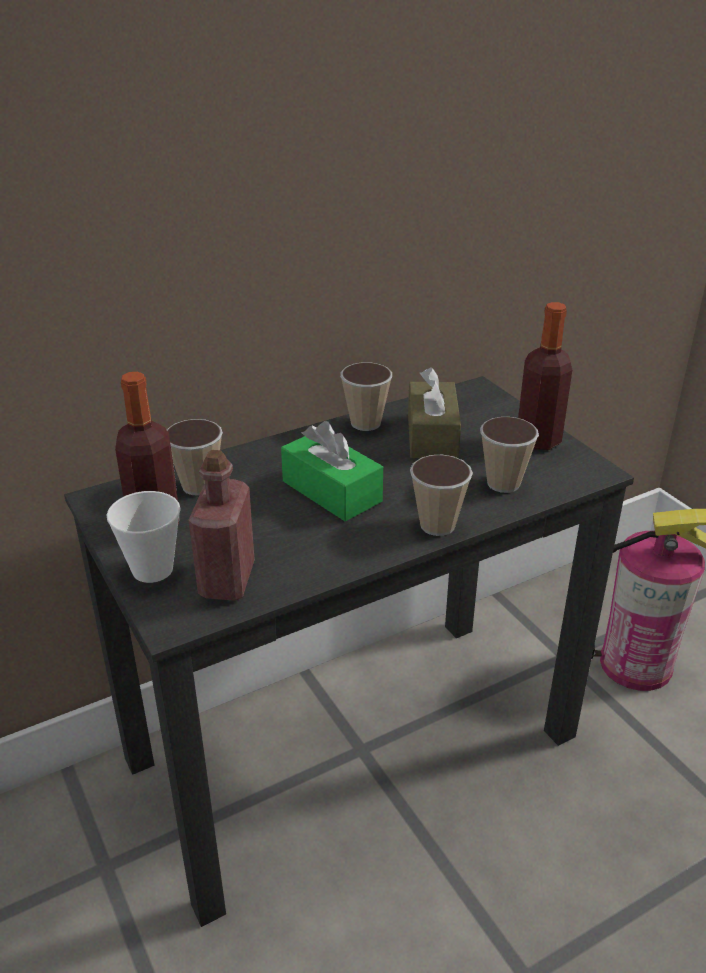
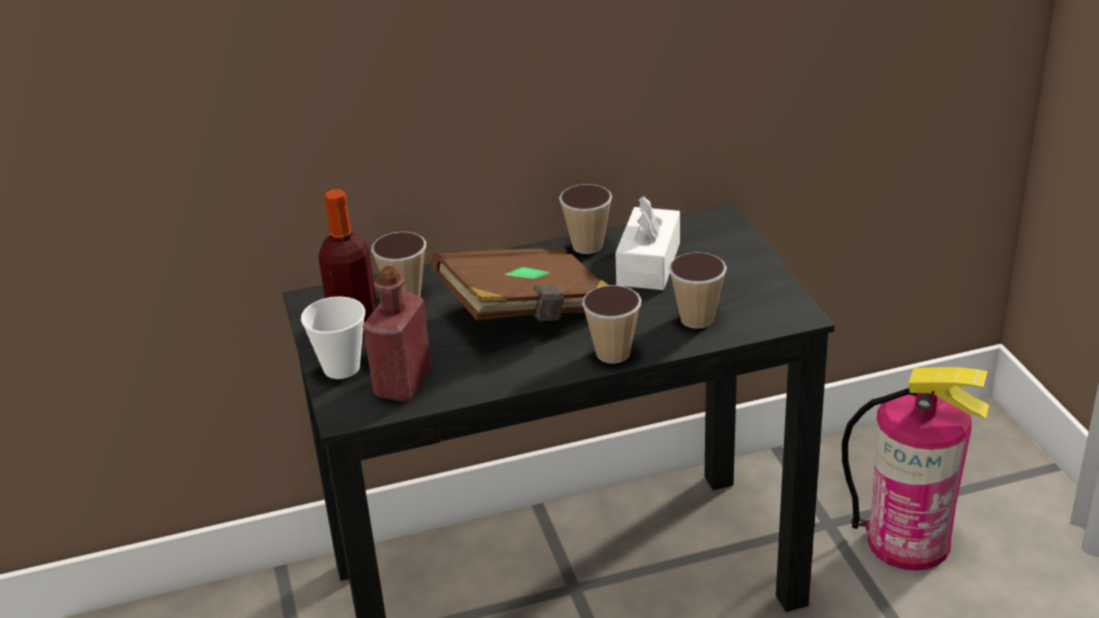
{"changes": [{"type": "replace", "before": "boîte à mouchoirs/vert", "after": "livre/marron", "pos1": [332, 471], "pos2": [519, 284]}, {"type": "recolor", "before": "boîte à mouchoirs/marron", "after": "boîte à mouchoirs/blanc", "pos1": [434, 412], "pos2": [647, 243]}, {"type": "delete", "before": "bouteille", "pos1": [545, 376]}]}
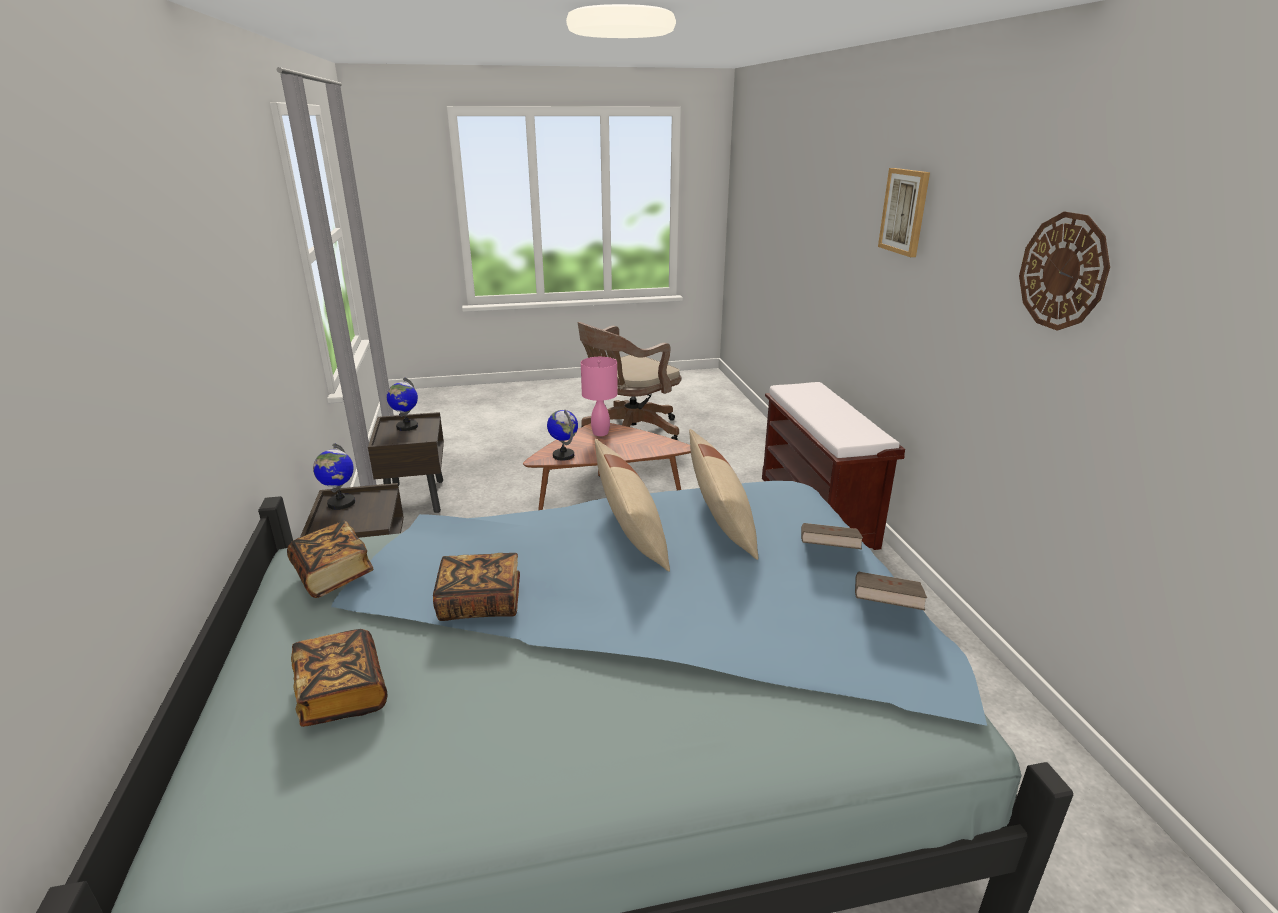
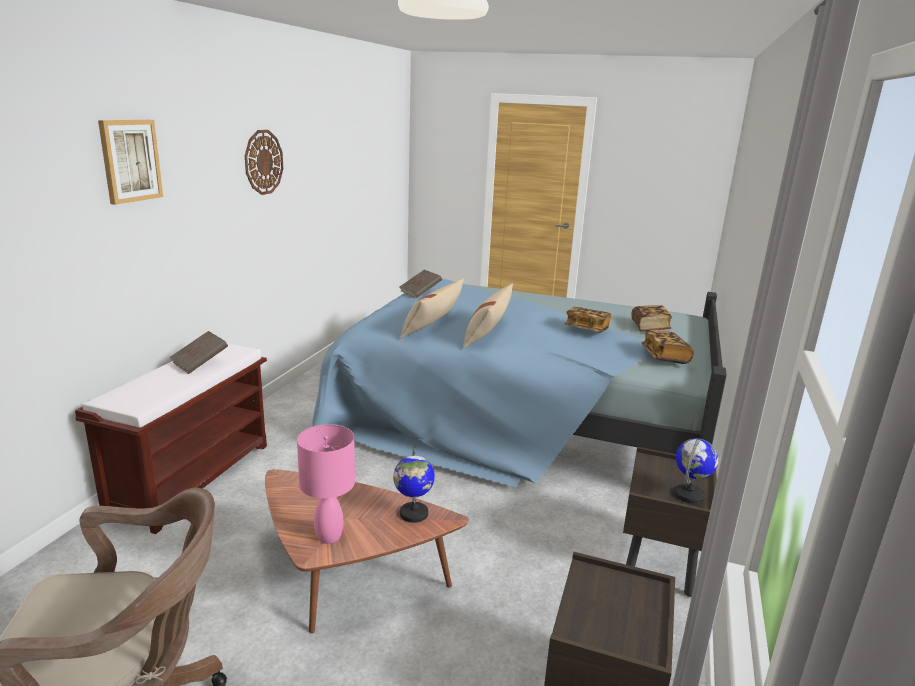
{"changes": [{"type": "delete", "before": "globe", "pos1": [402, 404]}, {"type": "move", "before": "livre/marron", "pos1": [832, 536], "pos2": [198, 352]}]}
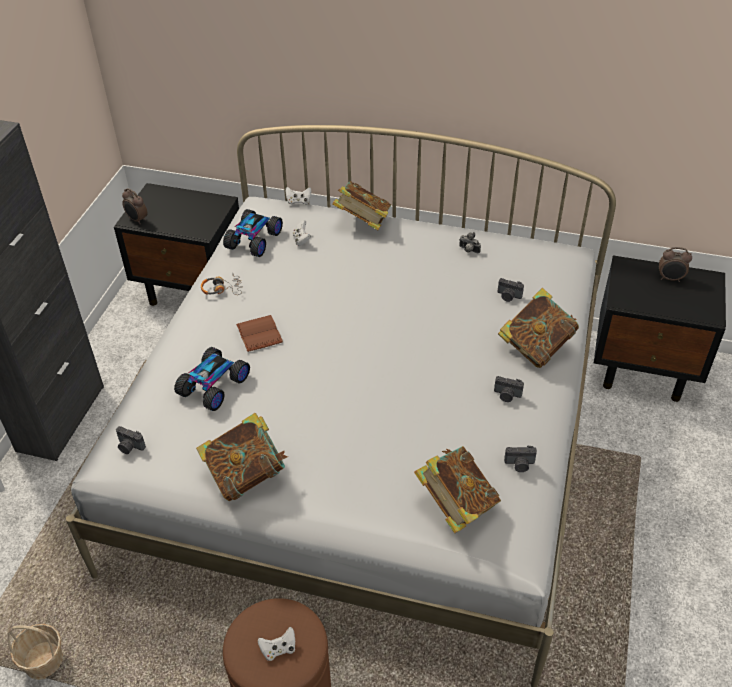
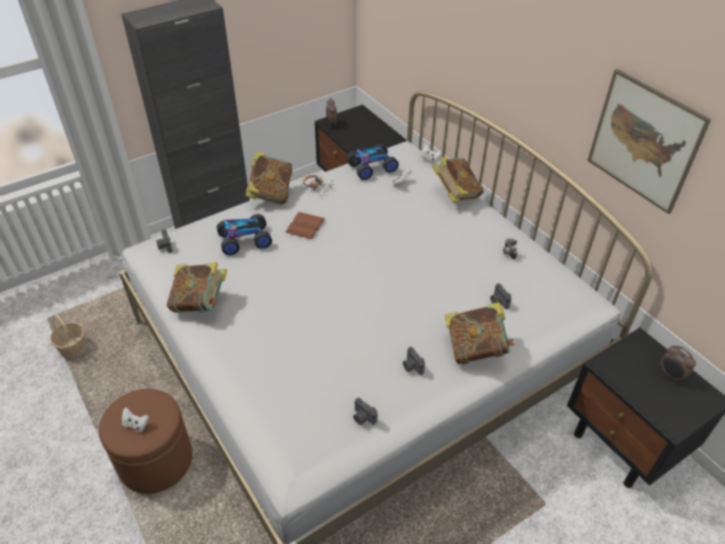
{"changes": [{"type": "move", "before": "livre", "pos1": [457, 490], "pos2": [268, 177]}, {"type": "insert", "after": "tableau", "pos2": [649, 141]}]}
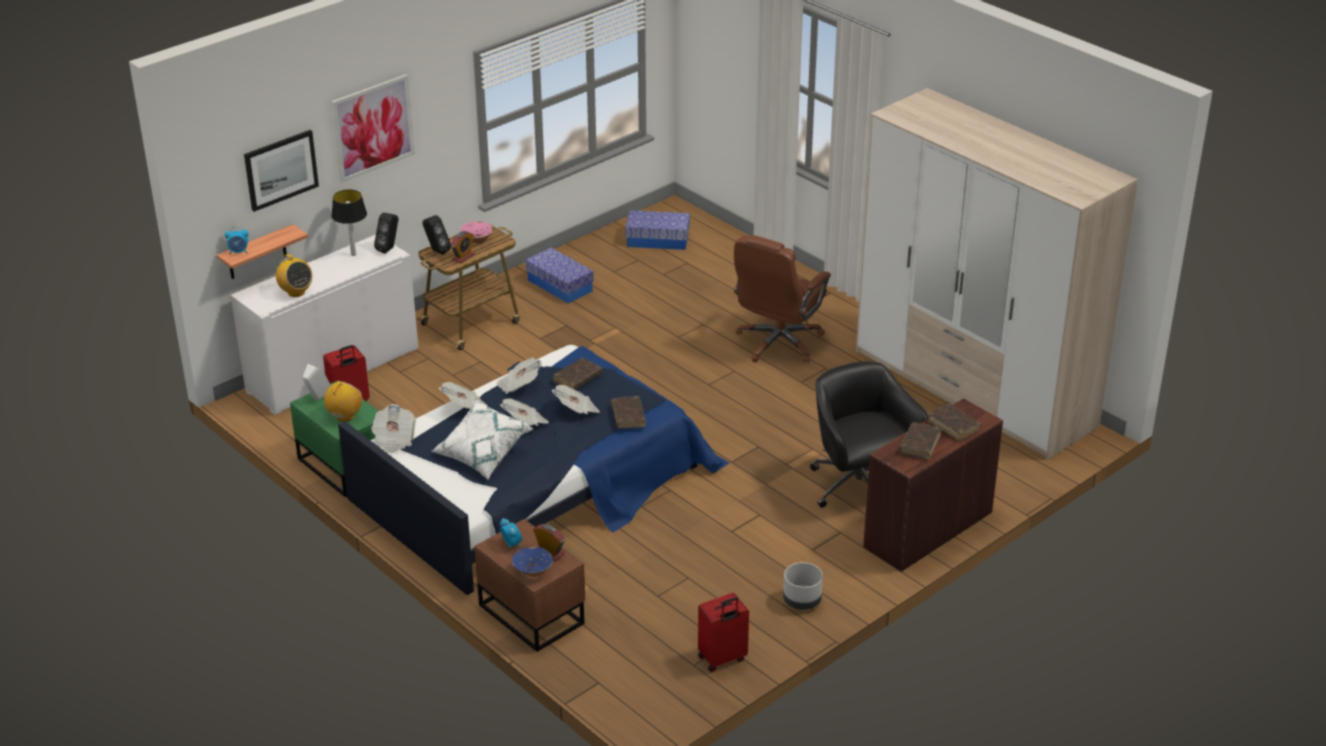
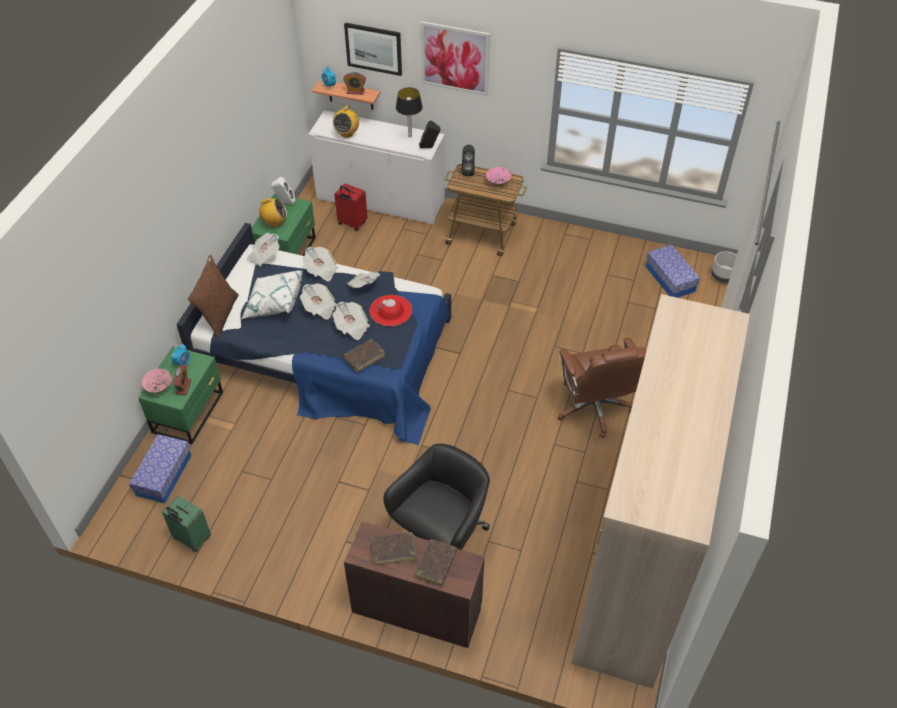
{"changes": [{"type": "move", "before": "réveil", "pos1": [463, 247], "pos2": [354, 83]}, {"type": "recolor", "before": "table de chevet/marron", "after": "table de chevet/vert", "pos1": [529, 585], "pos2": [180, 395]}, {"type": "recolor", "before": "bol/bleu", "after": "bol/rose", "pos1": [532, 562], "pos2": [157, 381]}, {"type": "move", "before": "boîte de rangement", "pos1": [559, 276], "pos2": [160, 468]}, {"type": "replace", "before": "livre/marron", "after": "chapeau/rouge", "pos1": [577, 374], "pos2": [391, 310]}, {"type": "recolor", "before": "valise/rouge", "after": "valise/vert", "pos1": [723, 632], "pos2": [186, 523]}, {"type": "rotate", "before": "chaise de bureau/marron", "pos1": [782, 299], "pos2": [601, 387], "turn": -105}, {"type": "move", "before": "cache-pot/gris", "pos1": [803, 586], "pos2": [724, 267]}, {"type": "insert", "after": "coussin/marron", "pos2": [213, 297]}]}
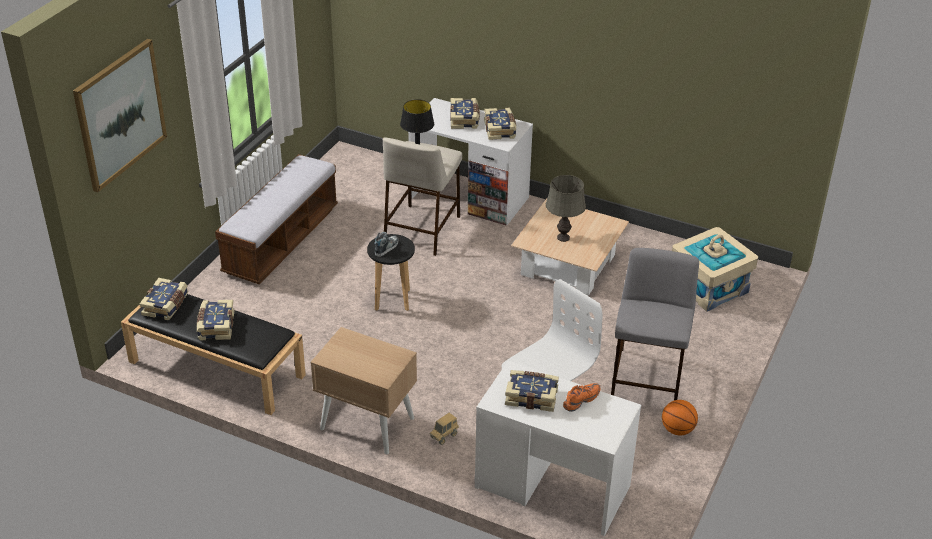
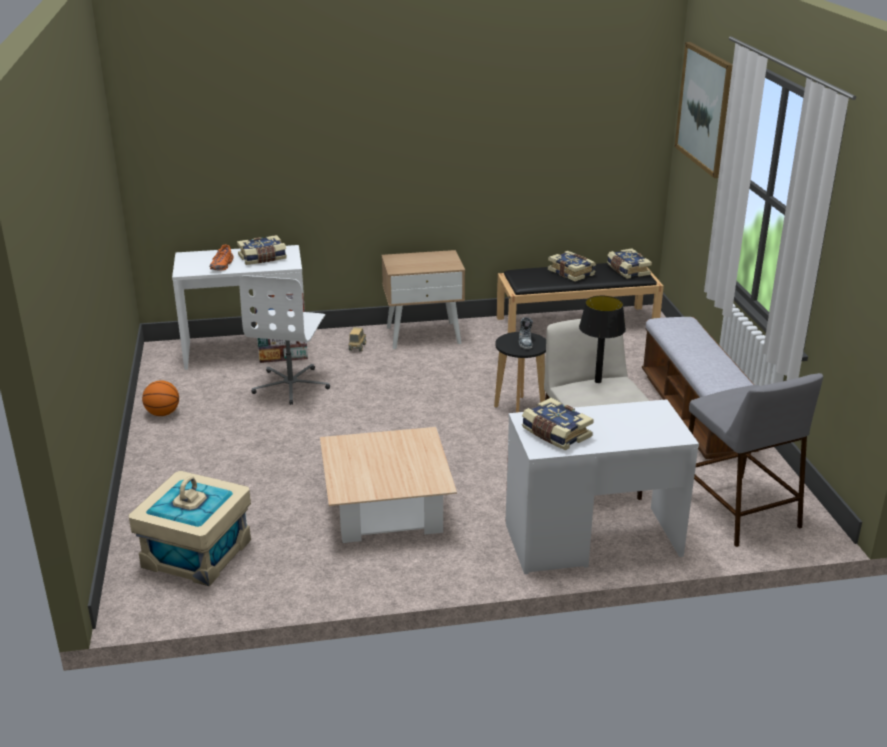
{"changes": [{"type": "delete", "before": "livre", "pos1": [465, 113]}, {"type": "delete", "before": "lampe de table/gris", "pos1": [566, 208]}, {"type": "move", "before": "tabouret/gris", "pos1": [655, 324], "pos2": [756, 460]}]}
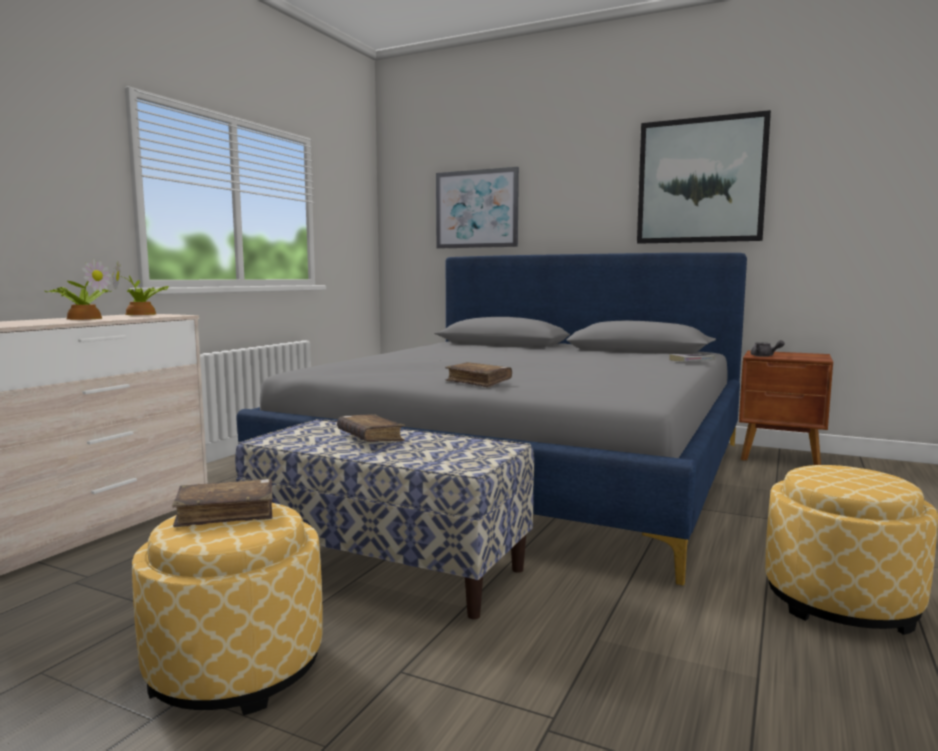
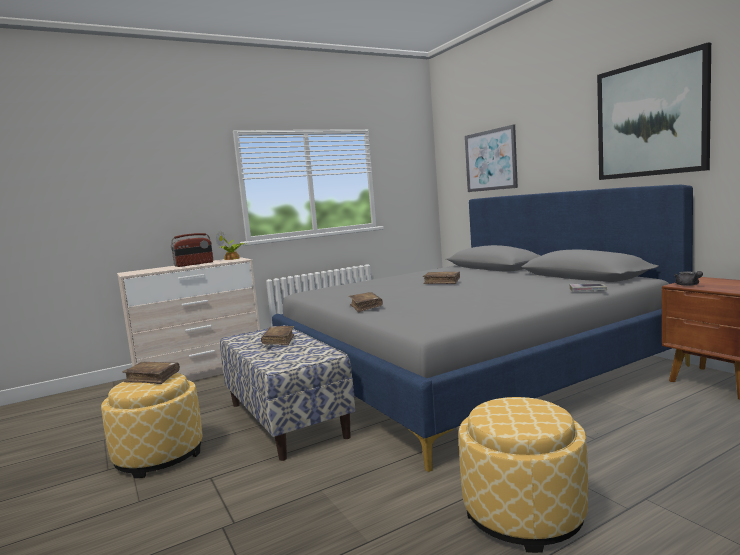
{"changes": [{"type": "replace", "before": "plante en pot", "after": "radio", "pos1": [78, 289], "pos2": [192, 250]}, {"type": "insert", "after": "livre/marron", "pos2": [441, 278]}]}
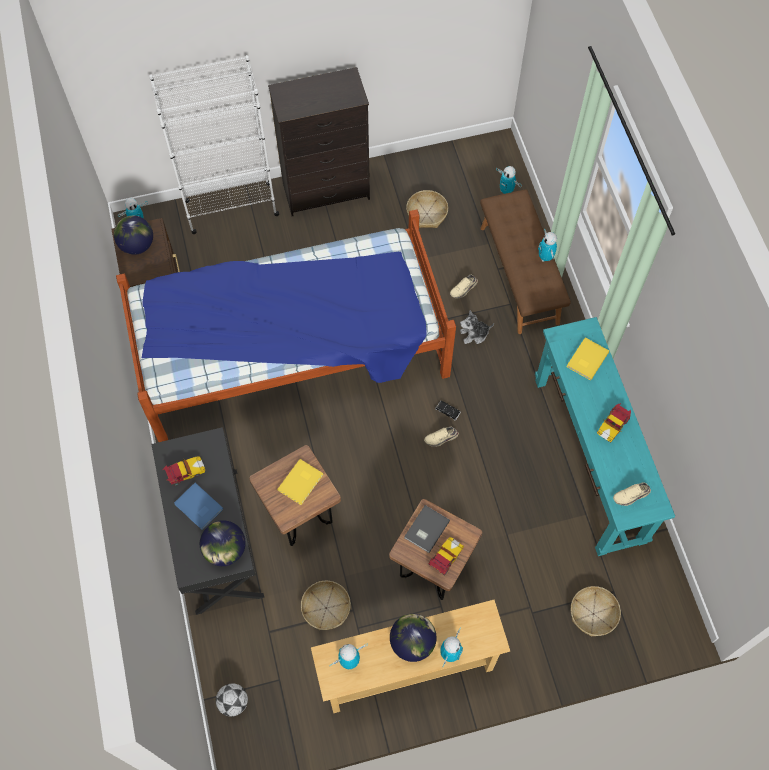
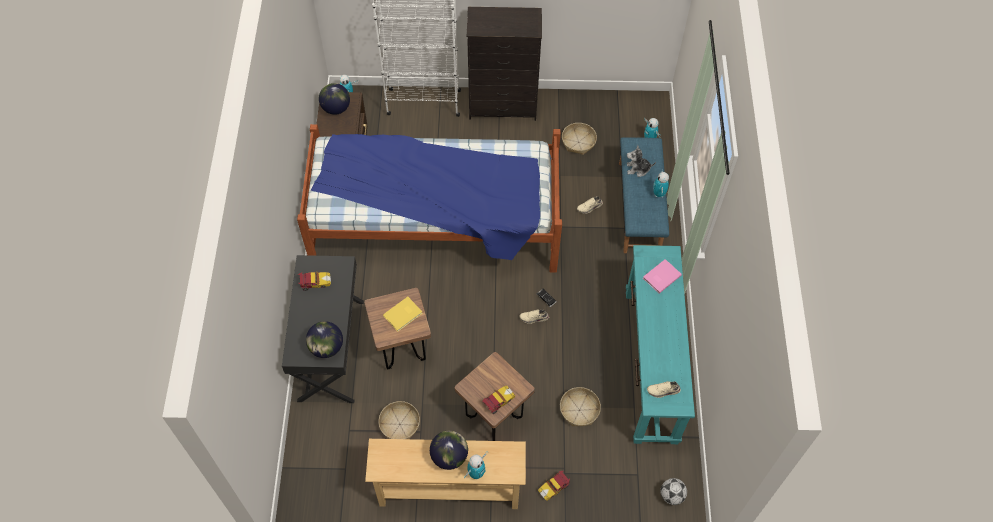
{"changes": [{"type": "delete", "before": "livre/bleu", "pos1": [198, 506]}, {"type": "move", "before": "ballon de foot", "pos1": [232, 700], "pos2": [674, 491]}, {"type": "delete", "before": "robot jouet", "pos1": [348, 656]}, {"type": "delete", "before": "livre/gris", "pos1": [427, 529]}, {"type": "move", "before": "peluche", "pos1": [477, 327], "pos2": [641, 161]}, {"type": "recolor", "before": "banc/marron", "after": "banc/bleu", "pos1": [525, 262], "pos2": [644, 195]}, {"type": "recolor", "before": "livre/jaune", "after": "livre/rose", "pos1": [588, 358], "pos2": [662, 276]}, {"type": "move", "before": "panier", "pos1": [596, 611], "pos2": [580, 406]}, {"type": "move", "before": "petite voiture", "pos1": [614, 422], "pos2": [554, 486]}]}
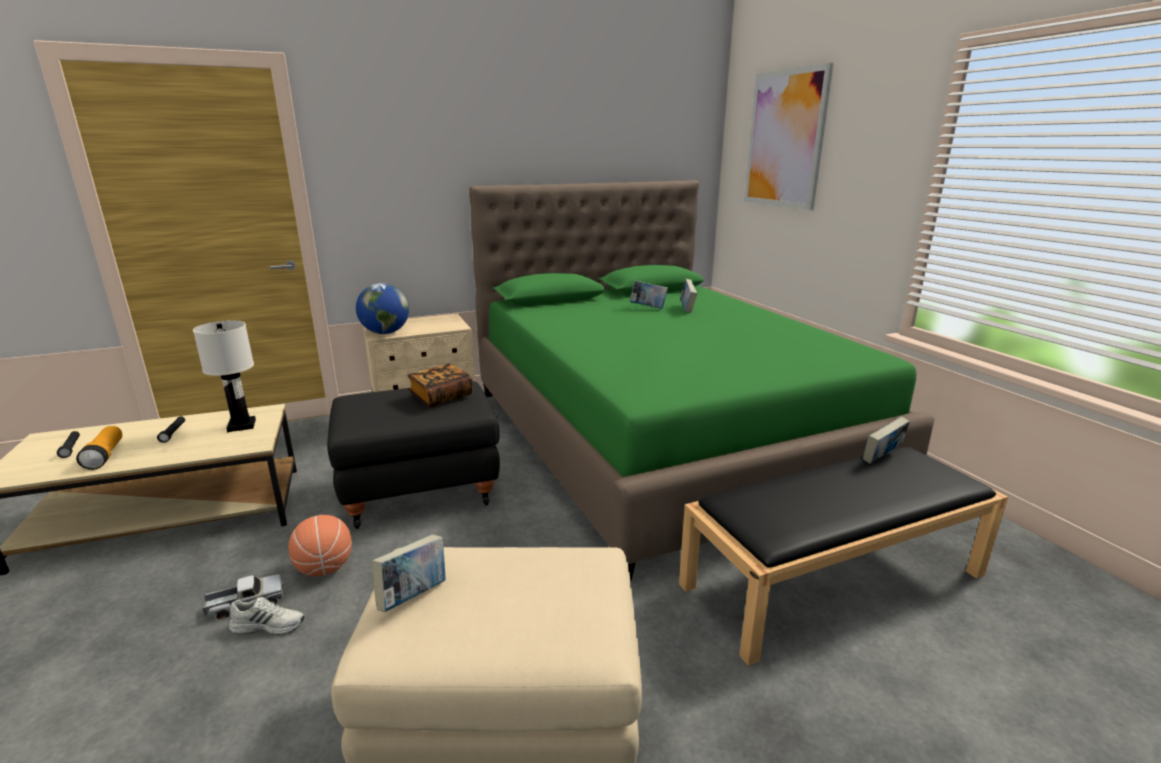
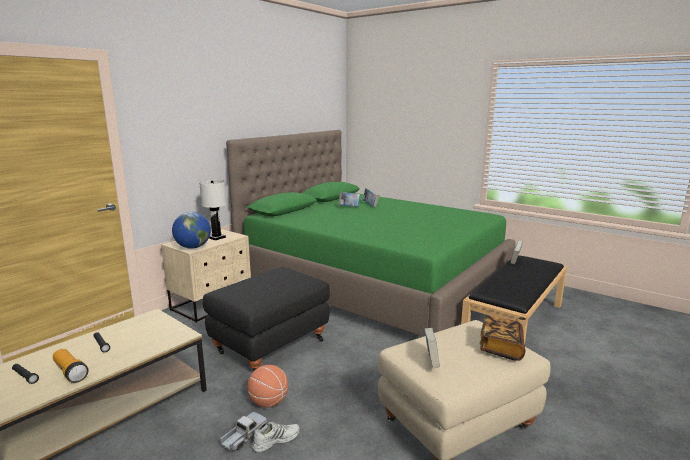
{"changes": [{"type": "move", "before": "lampe de table/blanc", "pos1": [224, 376], "pos2": [213, 210]}, {"type": "move", "before": "livre", "pos1": [440, 385], "pos2": [502, 338]}, {"type": "delete", "before": "tableau", "pos1": [789, 136]}]}
